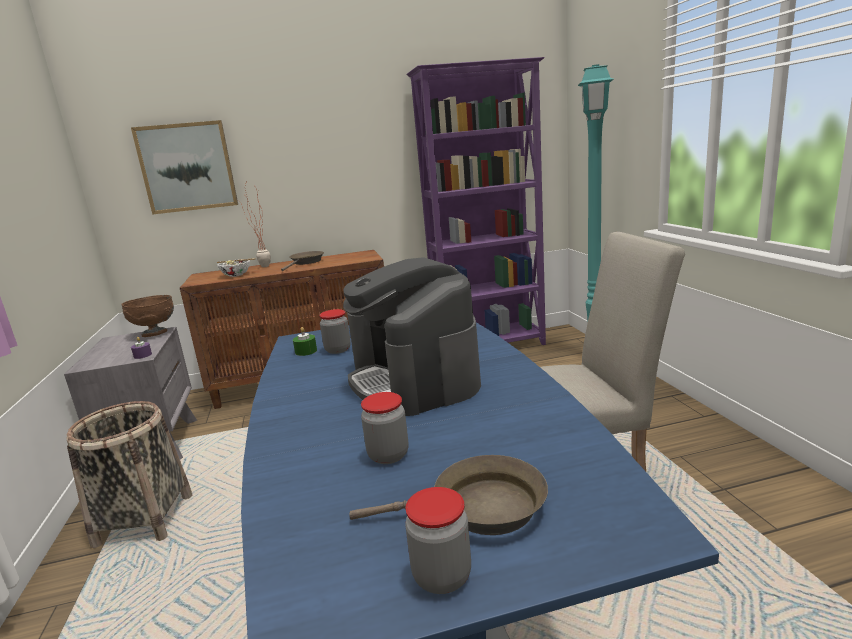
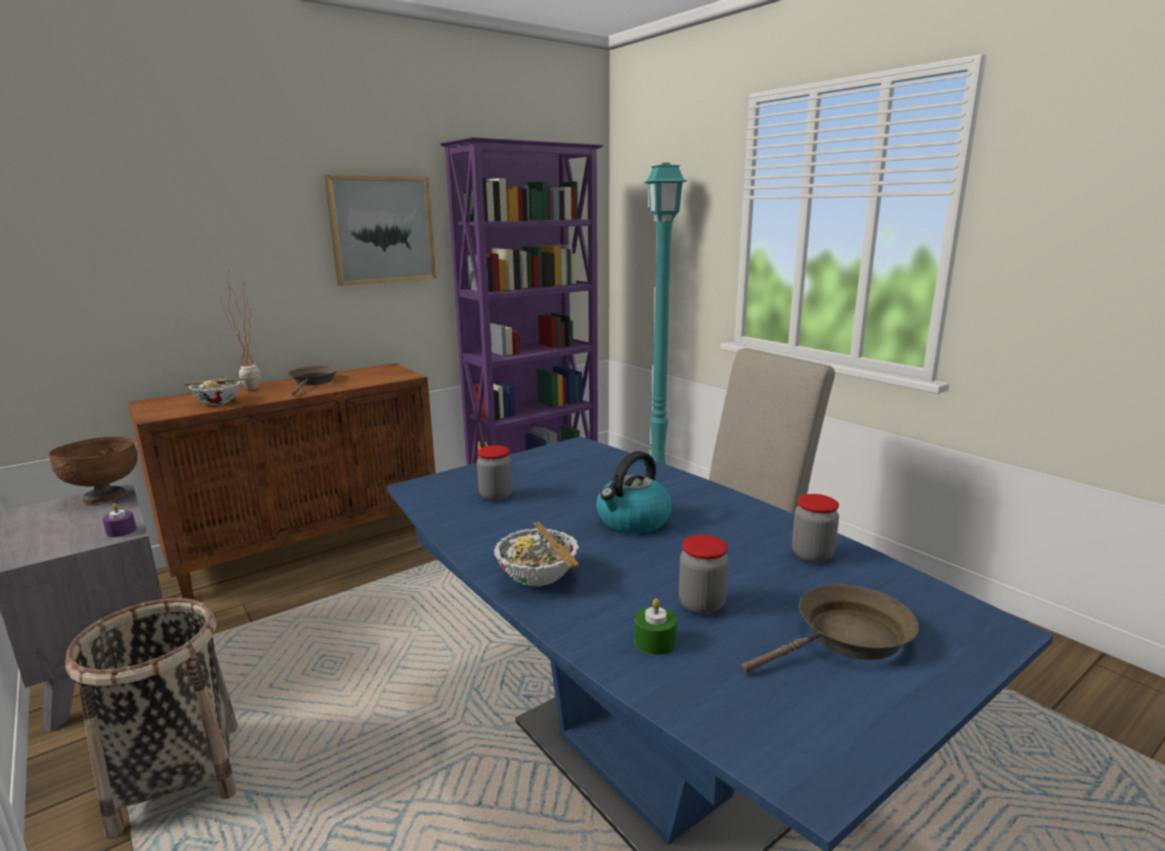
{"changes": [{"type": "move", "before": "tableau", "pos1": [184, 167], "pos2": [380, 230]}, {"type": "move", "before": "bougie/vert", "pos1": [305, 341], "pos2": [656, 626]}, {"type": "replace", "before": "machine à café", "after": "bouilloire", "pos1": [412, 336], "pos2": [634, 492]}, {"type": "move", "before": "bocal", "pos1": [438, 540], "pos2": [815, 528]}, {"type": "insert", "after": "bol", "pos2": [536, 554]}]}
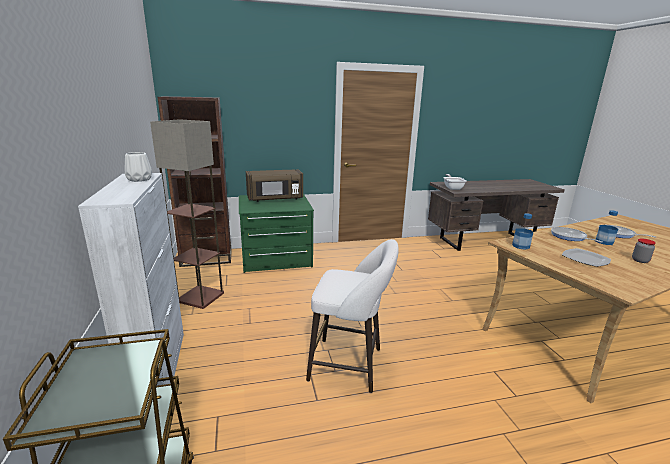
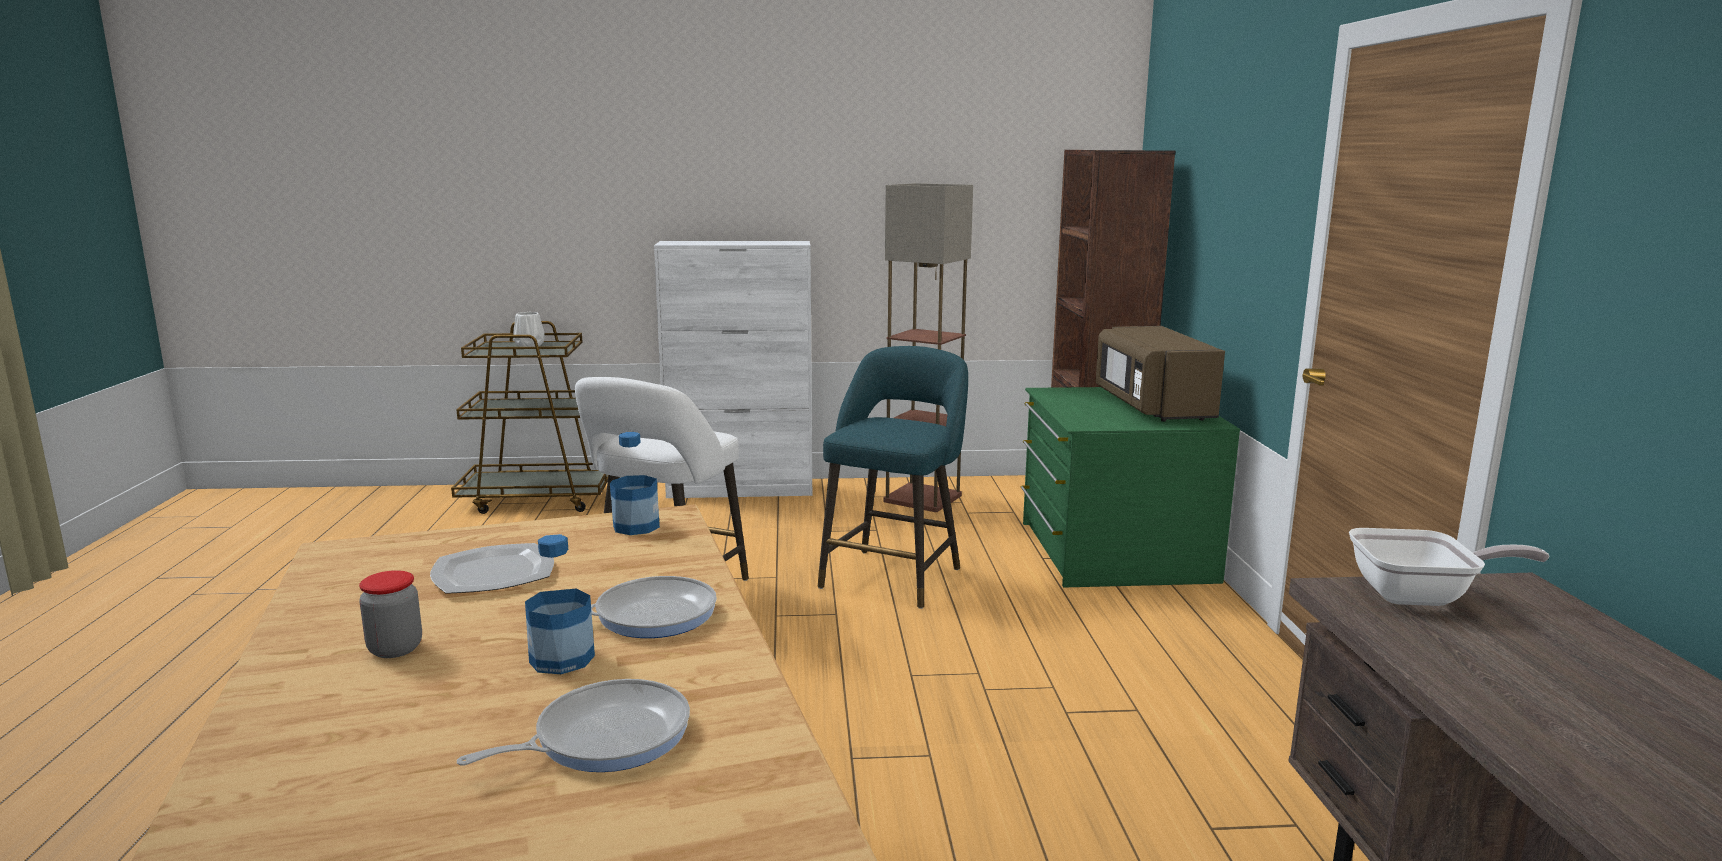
{"changes": [{"type": "move", "before": "vase/blanc", "pos1": [138, 167], "pos2": [529, 329]}, {"type": "insert", "after": "tabouret/turquoise", "pos2": [893, 477]}]}
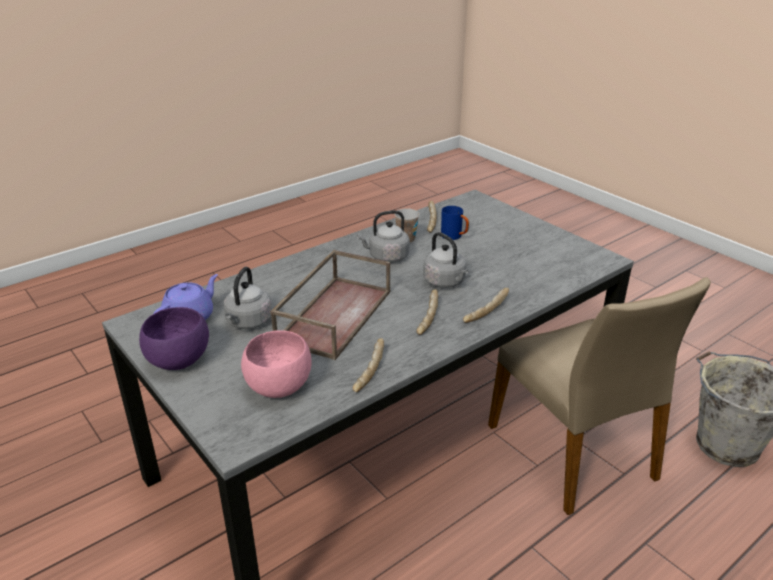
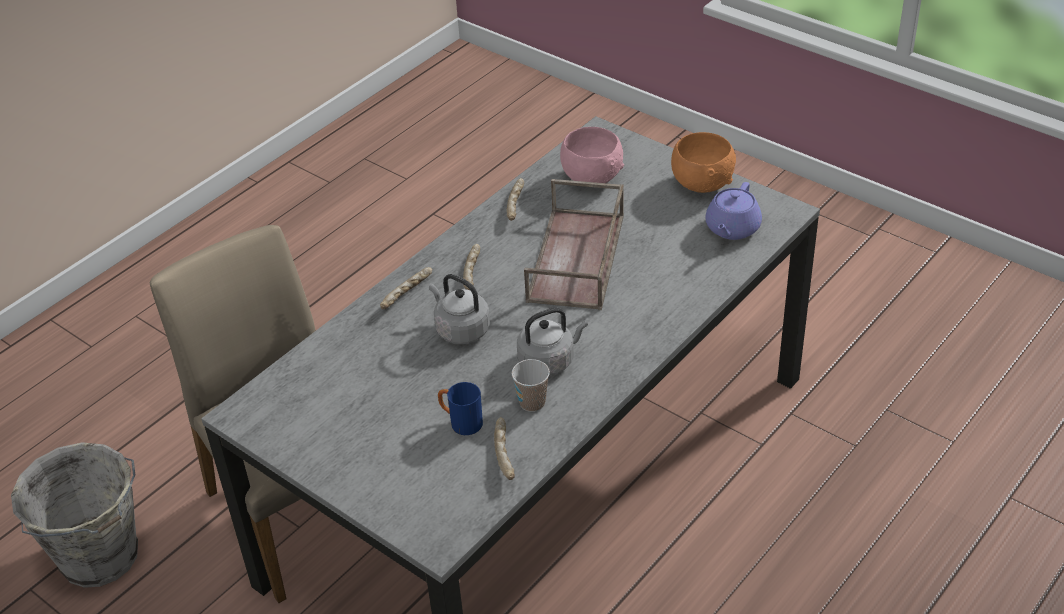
{"changes": [{"type": "recolor", "before": "bol/violet", "after": "bol/orange", "pos1": [174, 338], "pos2": [703, 162]}, {"type": "delete", "before": "bouilloire/gris", "pos1": [248, 298]}]}
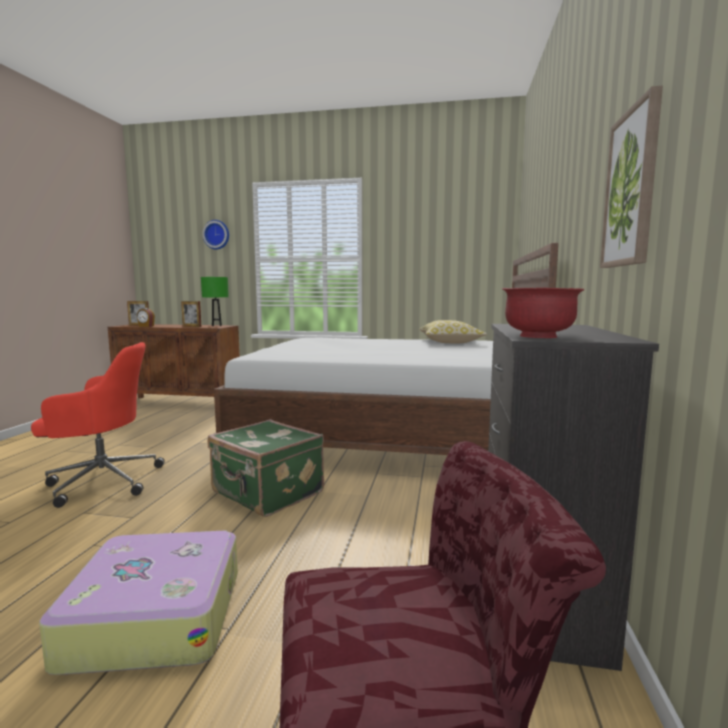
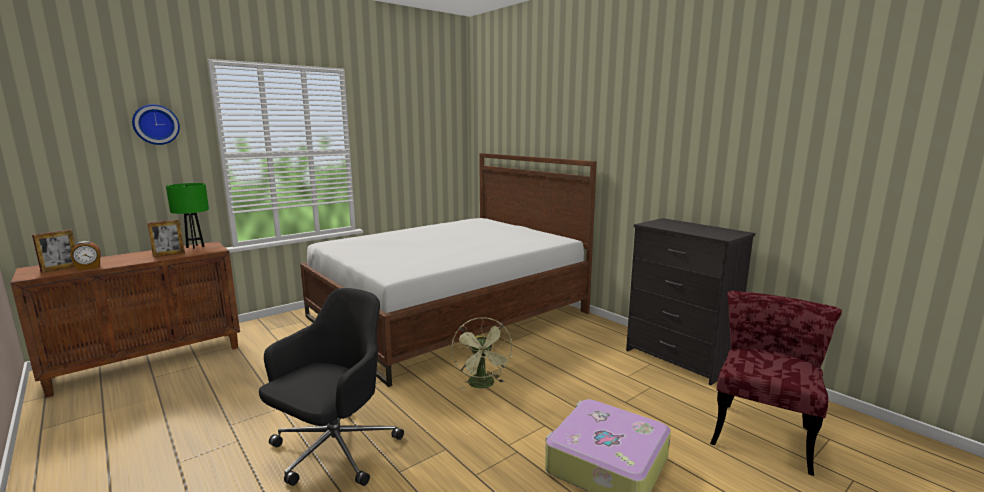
{"changes": [{"type": "recolor", "before": "chaise de bureau/rouge", "after": "chaise de bureau/noir", "pos1": [98, 425], "pos2": [331, 387]}, {"type": "replace", "before": "valise/vert", "after": "ventilateur/vert", "pos1": [266, 468], "pos2": [481, 353]}, {"type": "delete", "before": "coussin", "pos1": [453, 331]}, {"type": "delete", "before": "bol/rouge", "pos1": [543, 313]}, {"type": "delete", "before": "tableau", "pos1": [631, 177]}]}
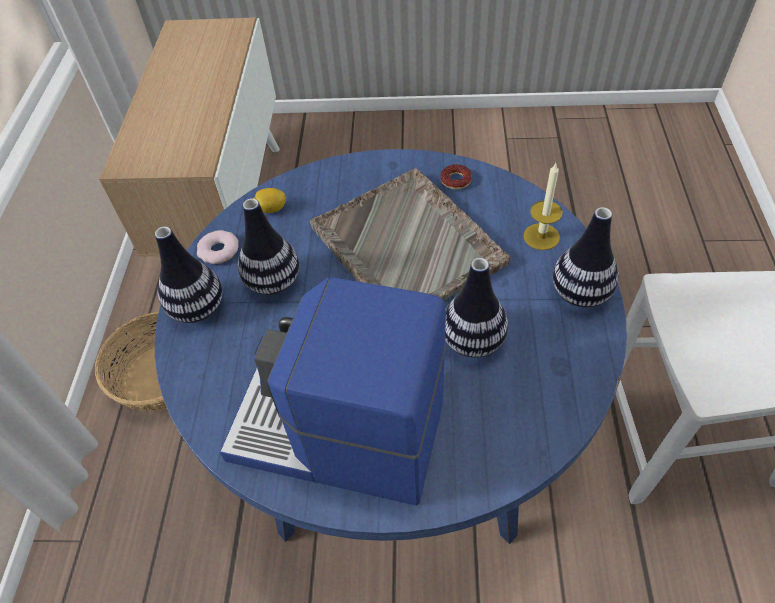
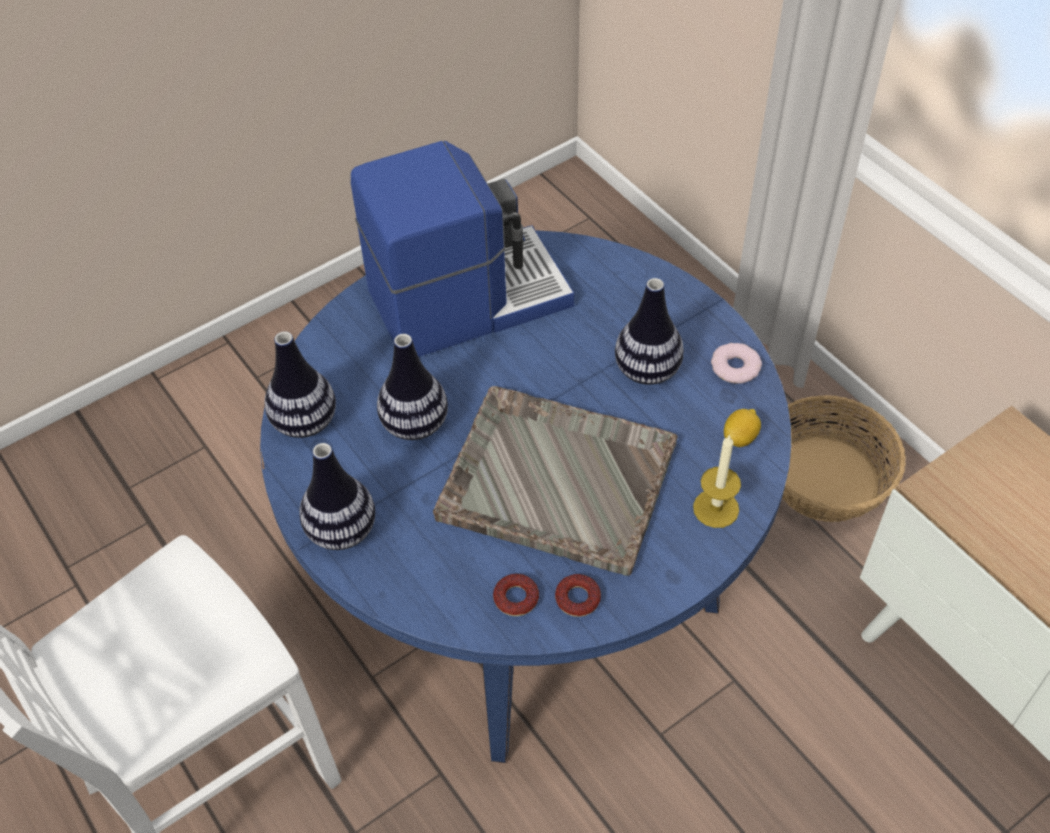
{"changes": [{"type": "move", "before": "vase", "pos1": [188, 274], "pos2": [300, 384]}, {"type": "move", "before": "bougie", "pos1": [543, 206], "pos2": [717, 481]}, {"type": "insert", "after": "beignet", "pos2": [516, 595]}]}
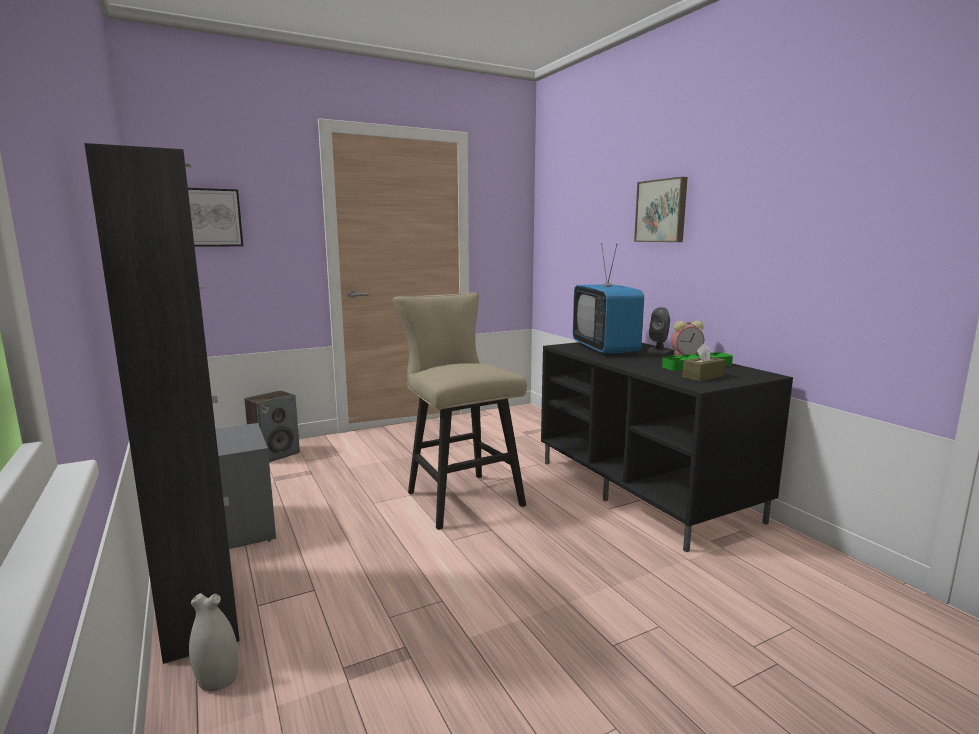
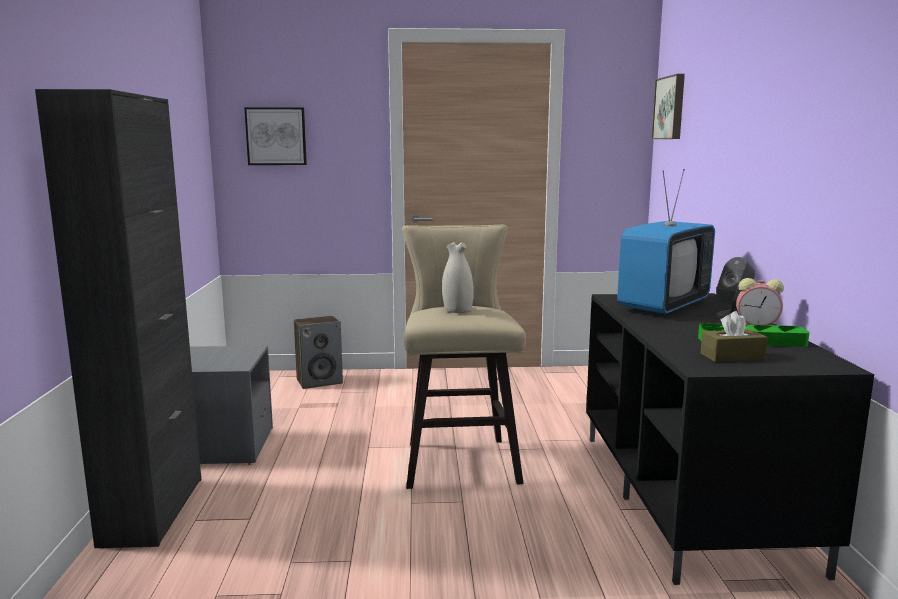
{"changes": [{"type": "move", "before": "vase/blanc", "pos1": [214, 642], "pos2": [458, 277]}, {"type": "rotate", "before": "téléviseur", "pos1": [608, 299], "pos2": [666, 242], "turn": -150}, {"type": "move", "before": "tableau", "pos1": [661, 209], "pos2": [668, 106]}]}
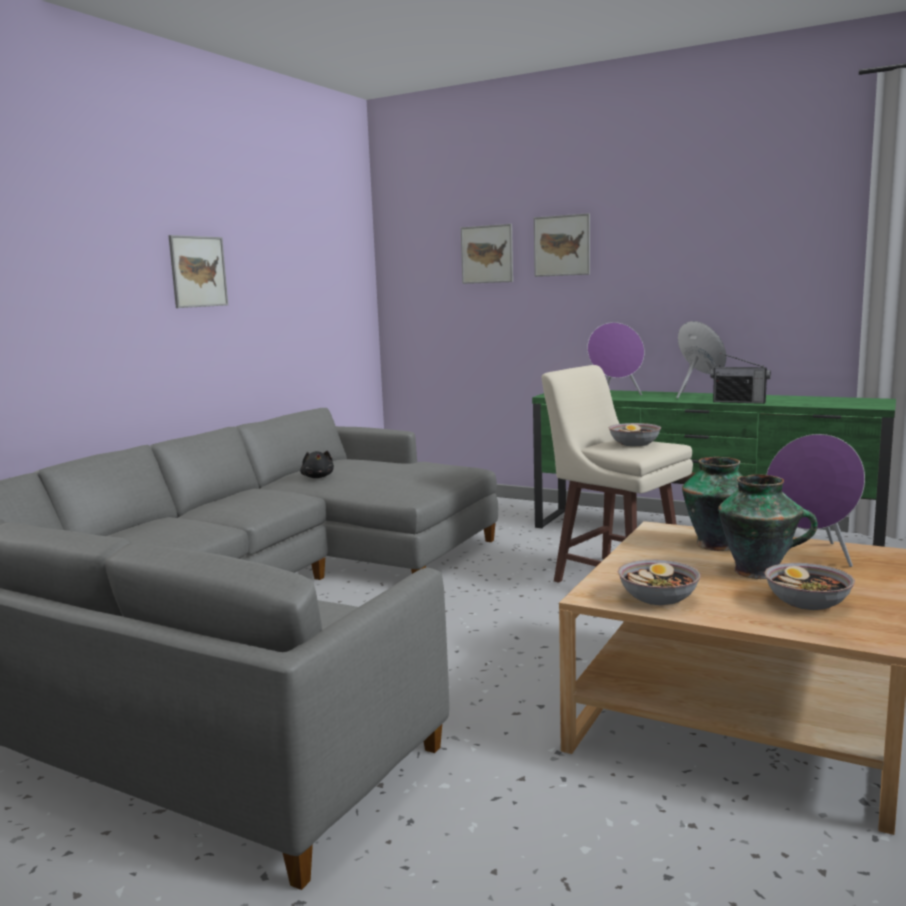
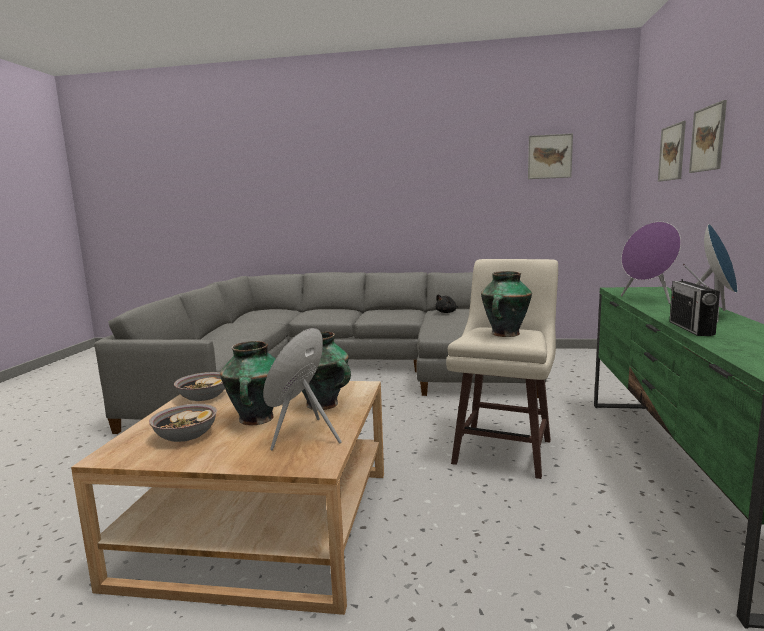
{"changes": [{"type": "move", "before": "tableau", "pos1": [198, 271], "pos2": [550, 156]}, {"type": "replace", "before": "bol", "after": "vase", "pos1": [635, 434], "pos2": [506, 304]}]}
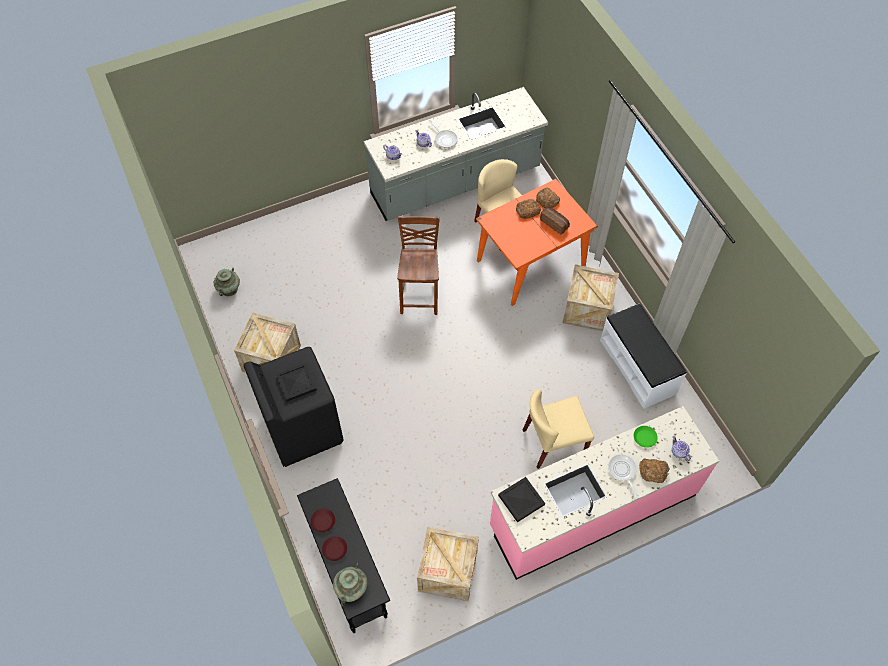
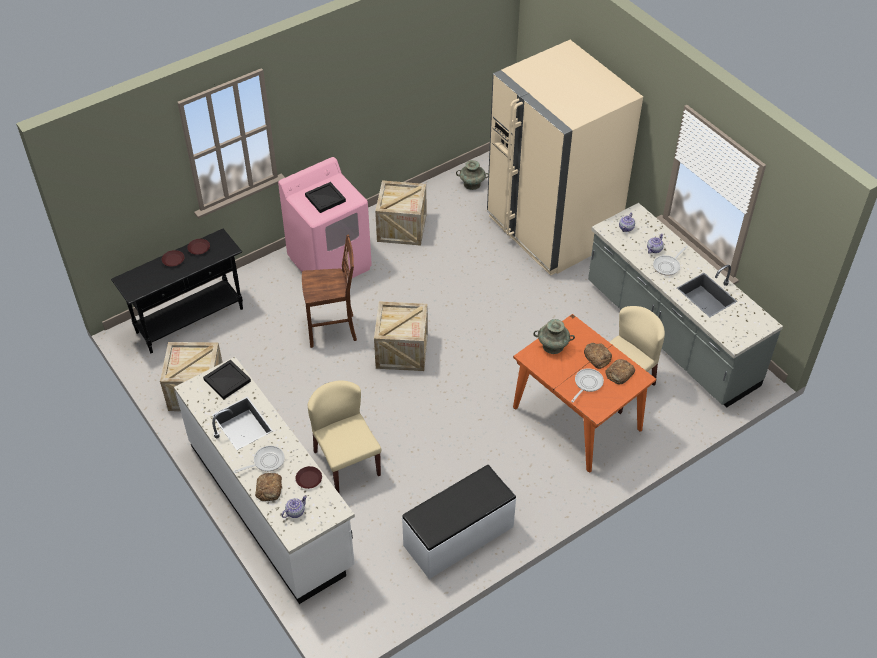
{"changes": [{"type": "recolor", "before": "lave-linge/noir", "after": "lave-linge/rose", "pos1": [293, 407], "pos2": [325, 217]}, {"type": "move", "before": "vase/turquoise", "pos1": [350, 584], "pos2": [554, 336]}, {"type": "move", "before": "chaise/marron", "pos1": [418, 265], "pos2": [329, 291]}, {"type": "recolor", "before": "comptoir de cuisine/rose", "after": "comptoir de cuisine/blanc", "pos1": [604, 493], "pos2": [264, 480]}, {"type": "replace", "before": "pain", "after": "poêle", "pos1": [555, 221], "pos2": [587, 385]}, {"type": "move", "before": "caisse", "pos1": [591, 297], "pos2": [401, 336]}, {"type": "recolor", "before": "assiette/vert", "after": "assiette/marron", "pos1": [646, 437], "pos2": [309, 477]}, {"type": "insert", "after": "réfrigérateur/beige", "pos2": [565, 158]}]}
